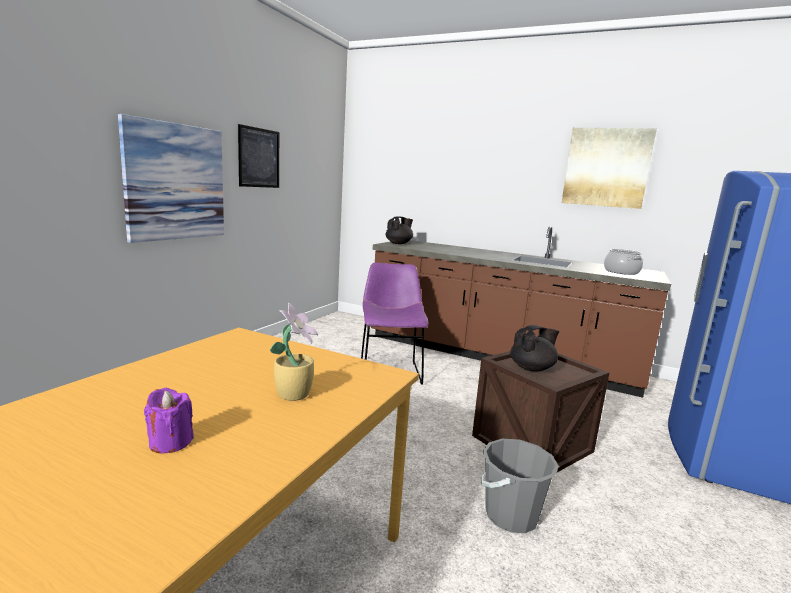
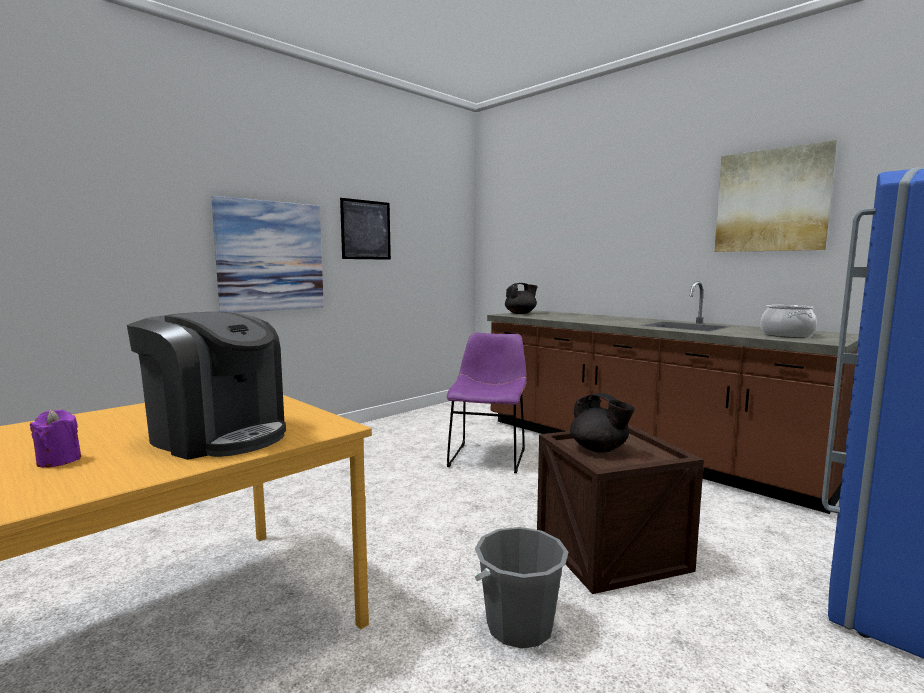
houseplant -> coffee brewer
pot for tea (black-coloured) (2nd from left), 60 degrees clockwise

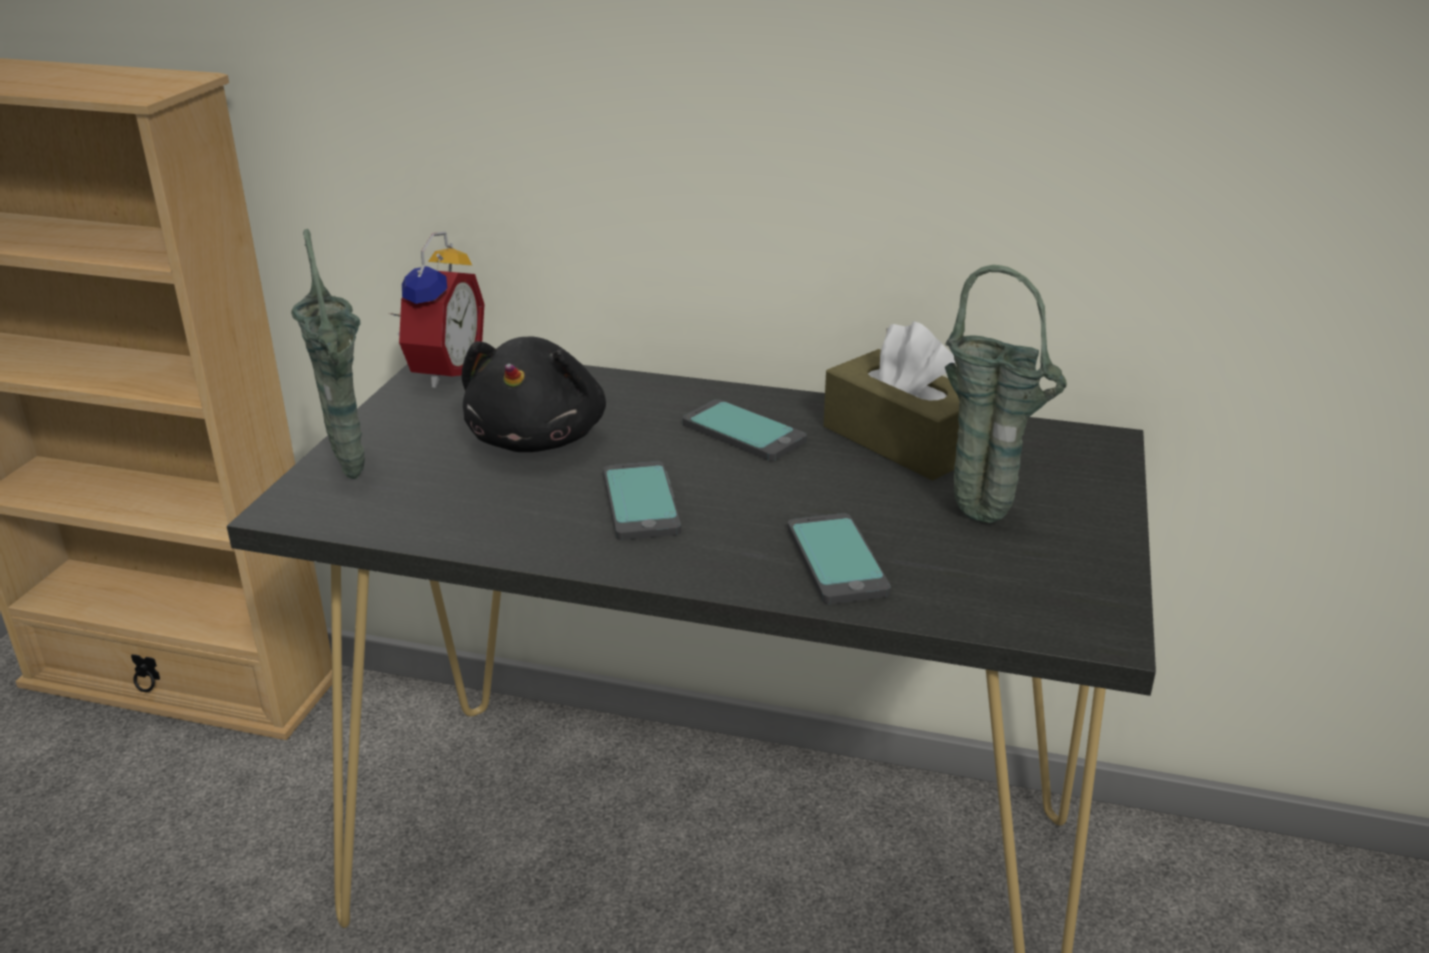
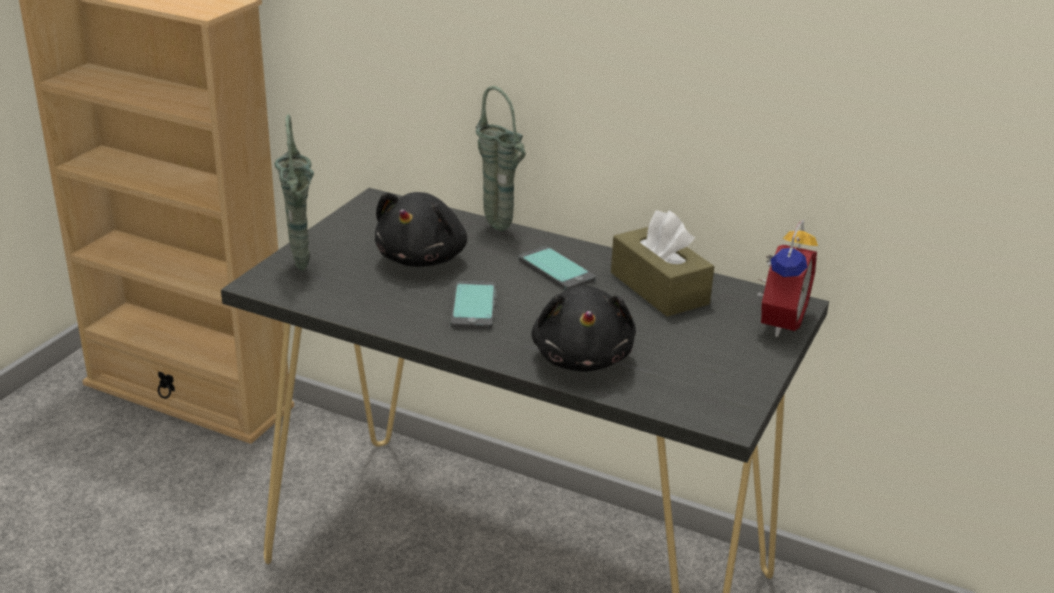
decorative vase (green) (2nd from left), moved
phone (3rd from left) -> soft toy (black-coloured) (2nd from left)
alarm clock, moved

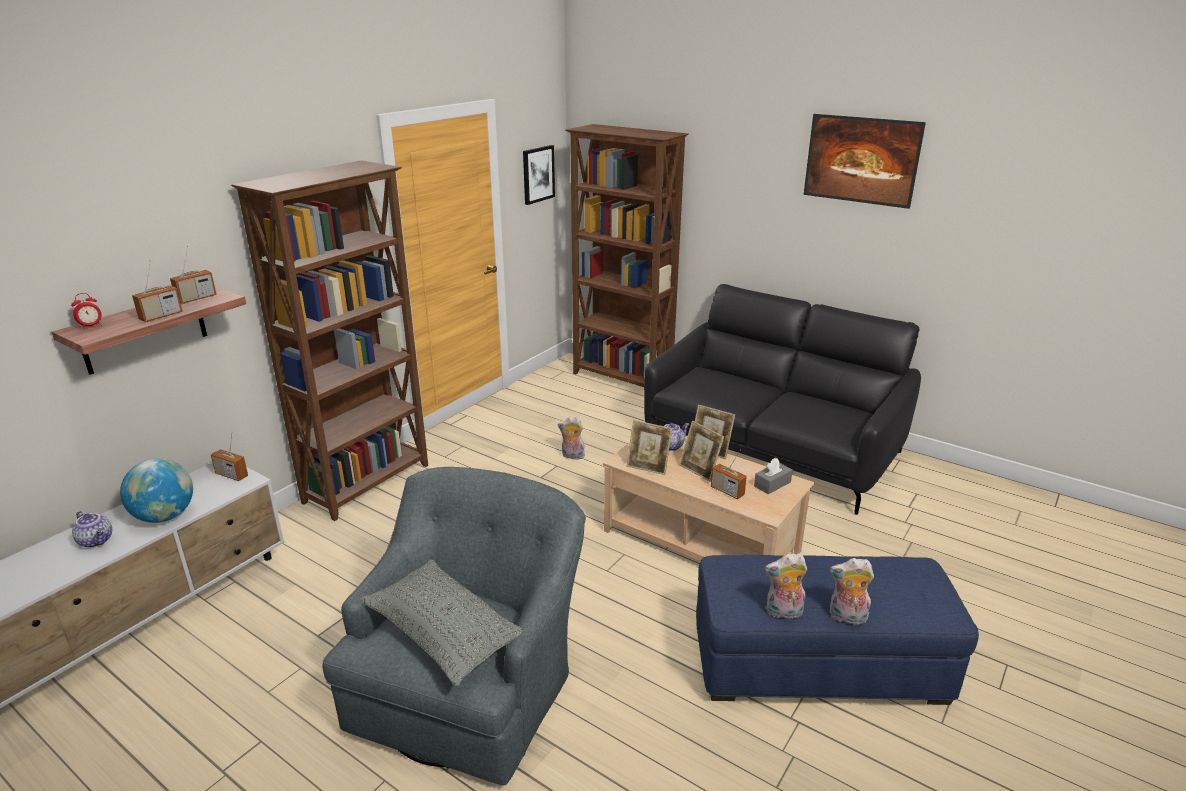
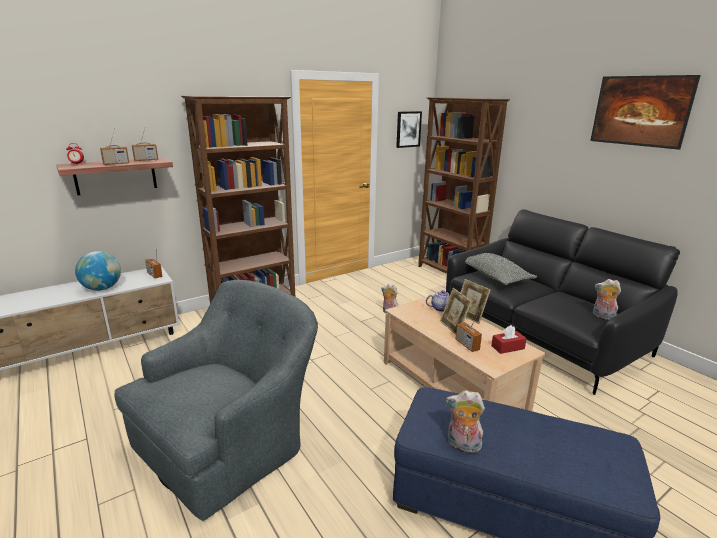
pillow (grey), moved
box of tissues (grey) -> box of tissues (red)
soft toy (3rd from left), moved
pot for tea (1st from left) -> none
picture frame (1st from left) -> none

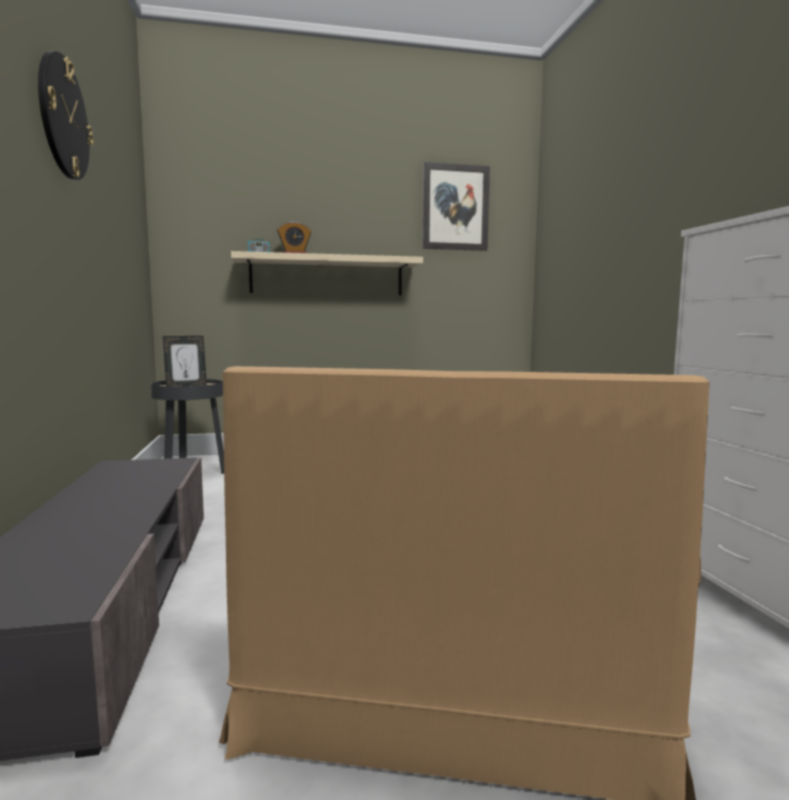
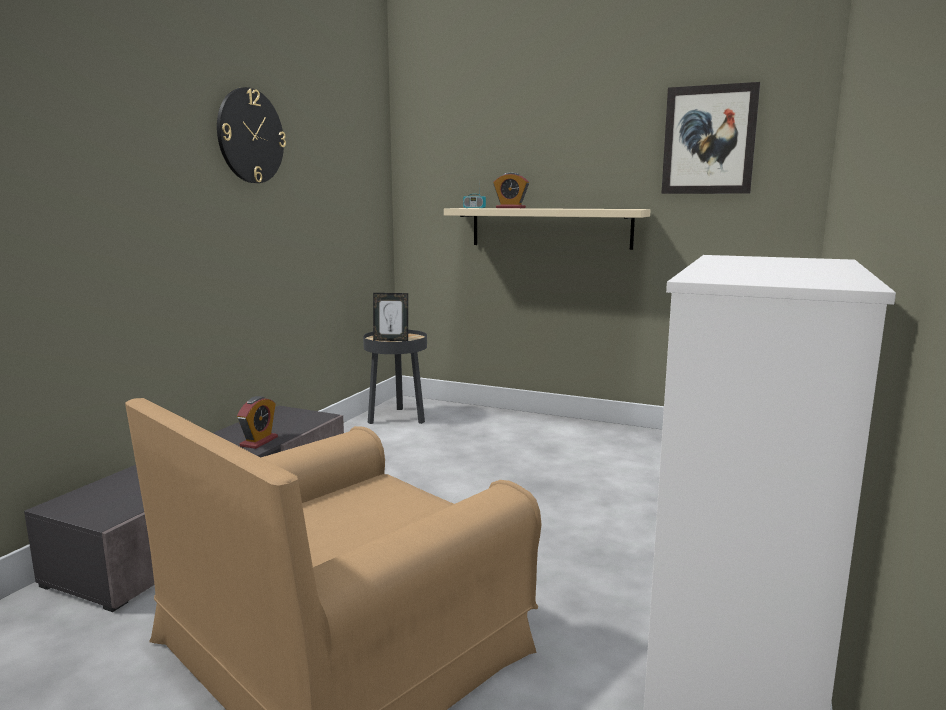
none -> alarm clock (1st from left)

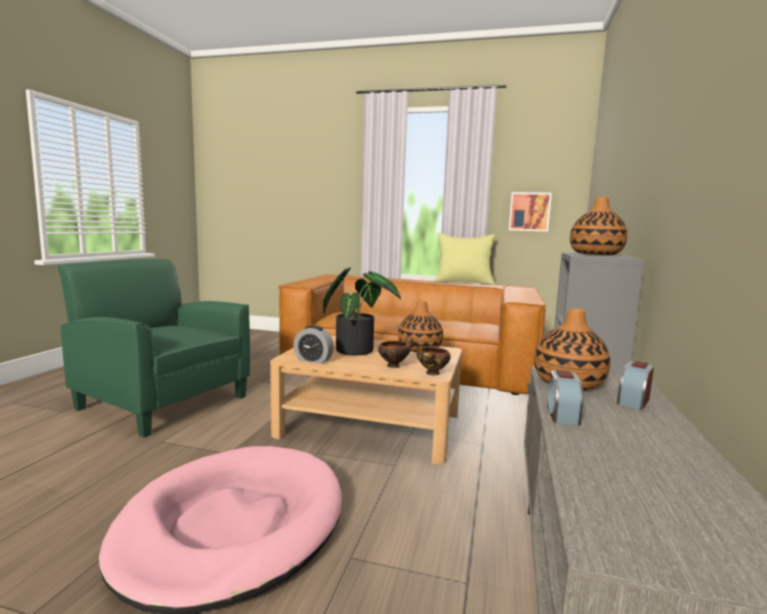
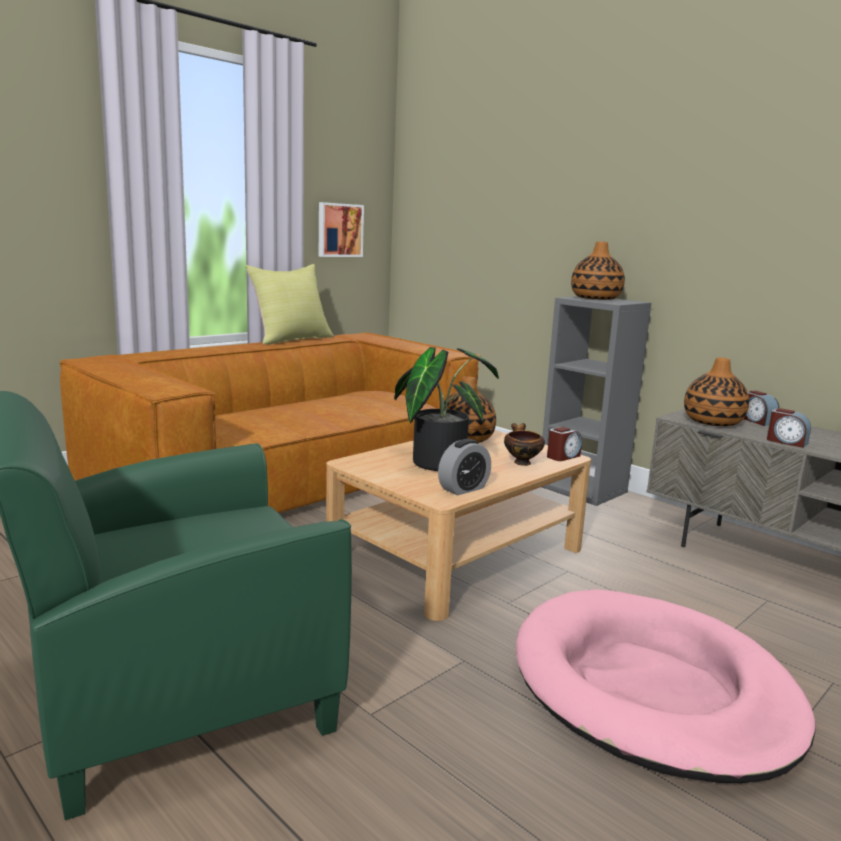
deep dish (2nd from left) -> alarm clock (2nd from left)

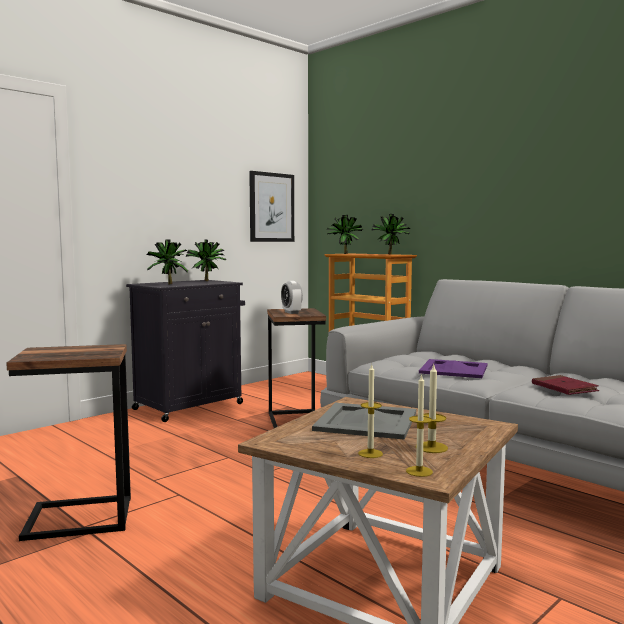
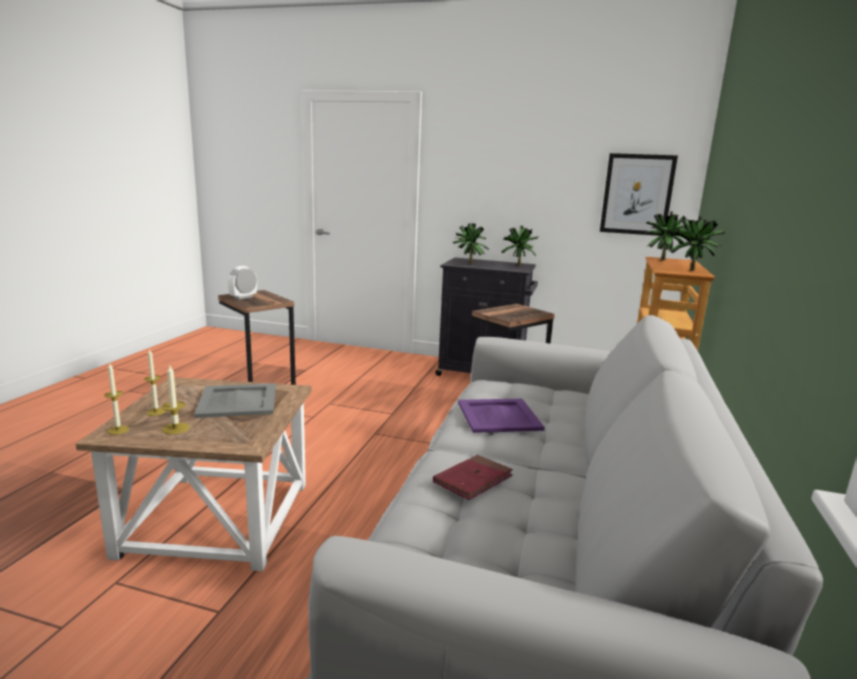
alarm clock, moved

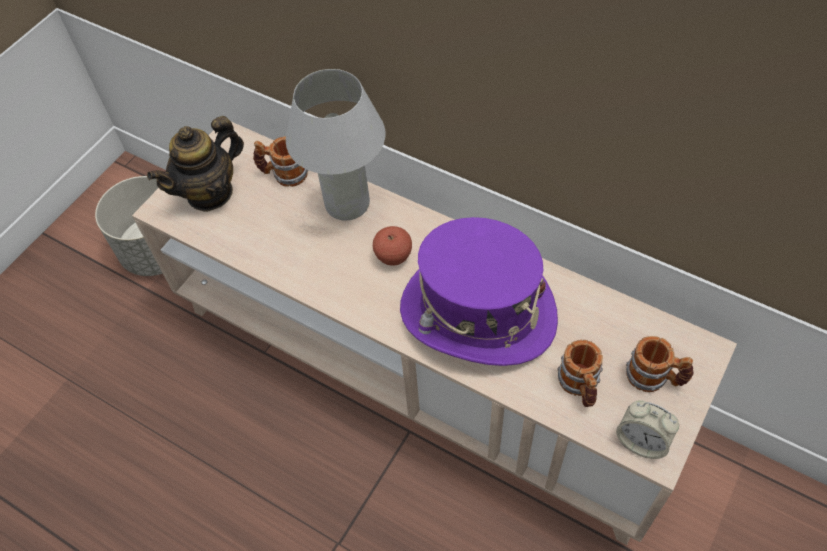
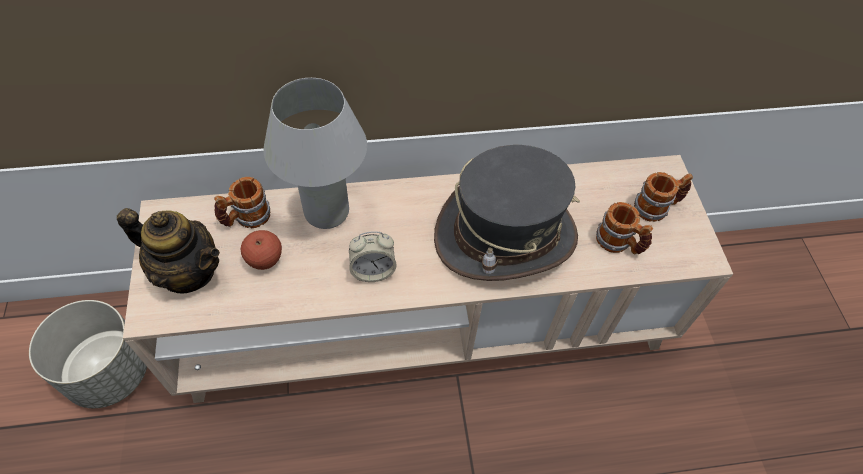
pot for tea, 75 degrees counterclockwise
apple fruit, moved
alarm clock, moved
wearable hat (purple) -> wearable hat (grey)

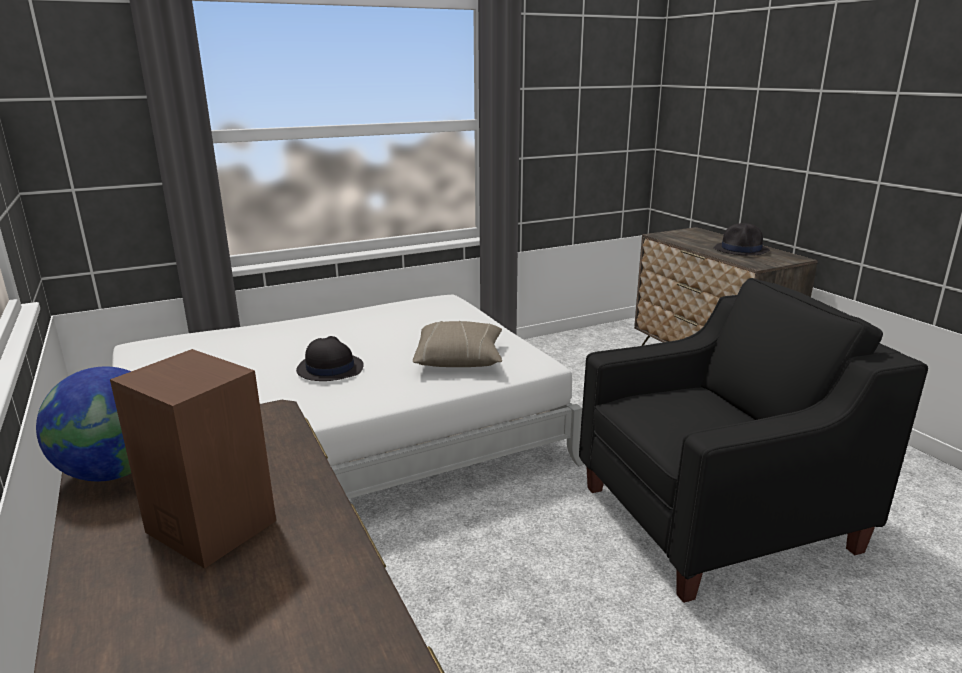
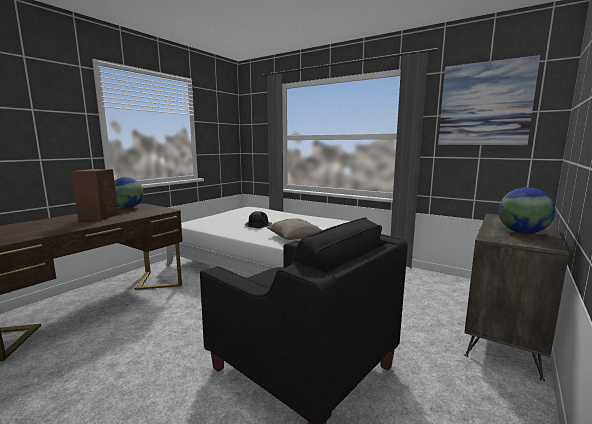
none -> wall art
wearable hat (black-coloured) (2nd from left) -> world globe (2nd from left)

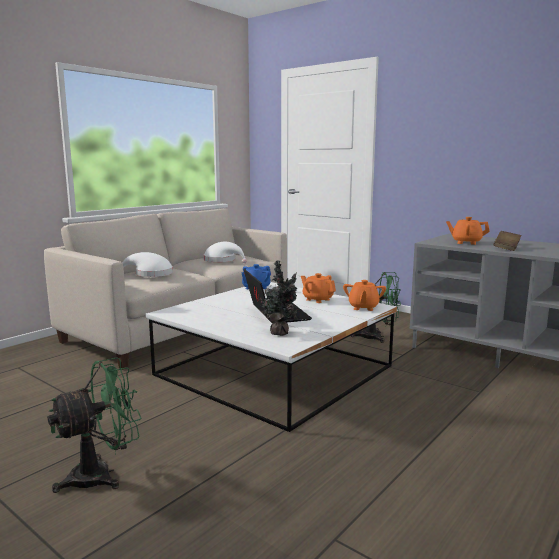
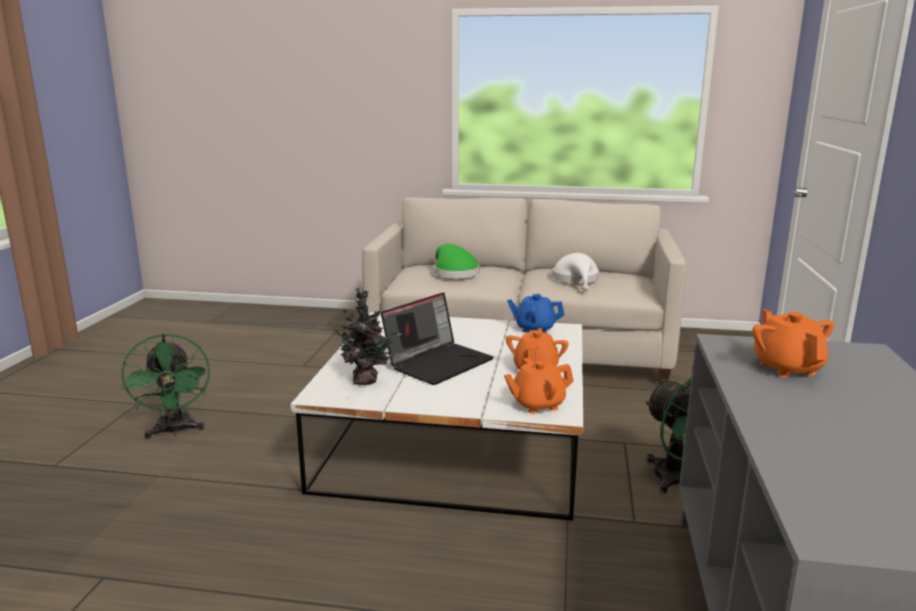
cooling fan (green) (1st from left), 45 degrees clockwise
wearable hat (white-coloured) (1st from left) -> wearable hat (green)
bound book (brownish) -> none

